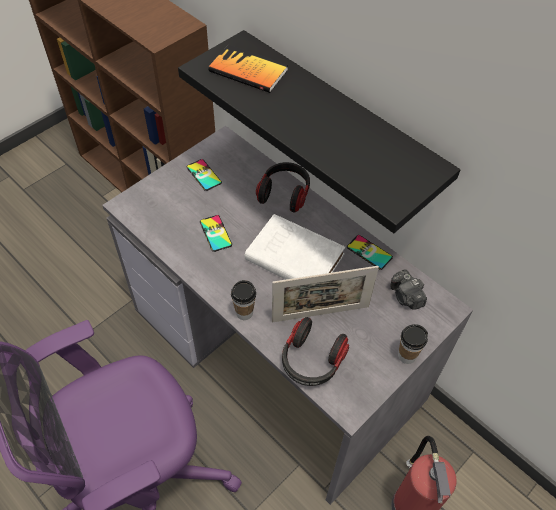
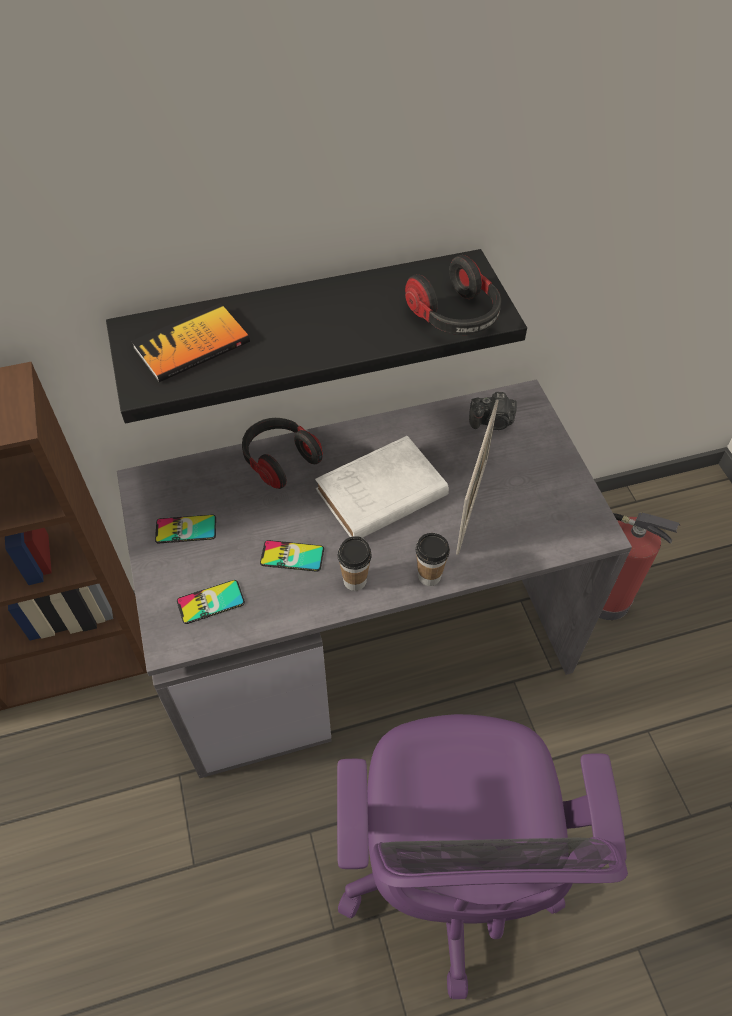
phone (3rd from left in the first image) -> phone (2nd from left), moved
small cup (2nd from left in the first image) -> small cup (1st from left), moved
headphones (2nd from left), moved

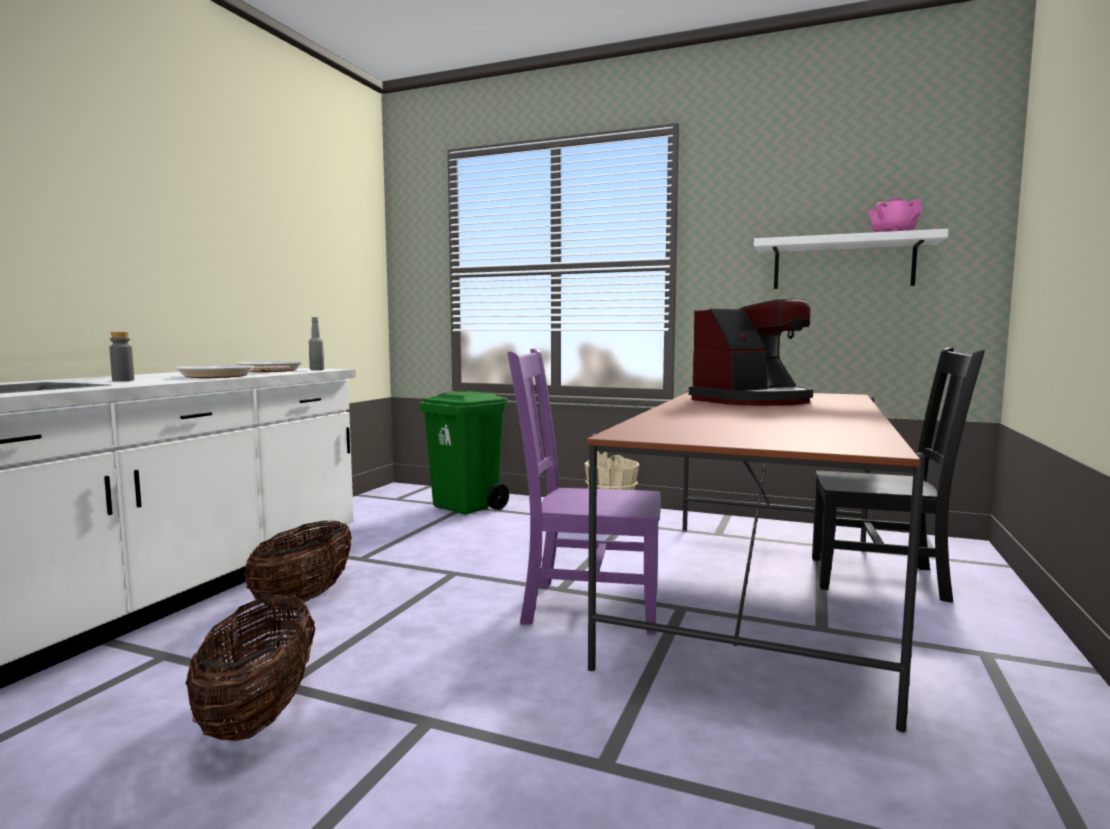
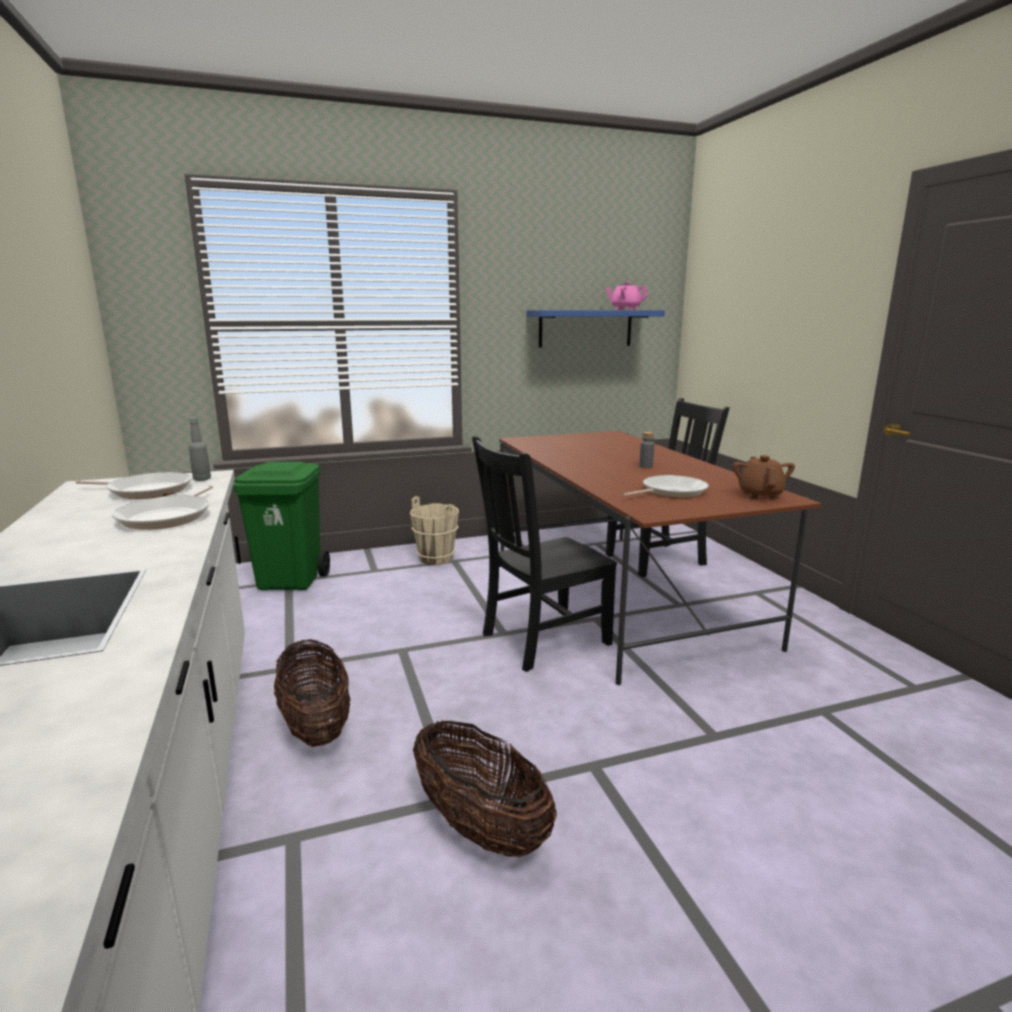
upright chair (purple) -> upright chair (black-coloured) (1st from left)
bracket shelf (white-coloured) -> bracket shelf (blue-coloured)
none -> skillet (3rd from left)
bottle (grey) (1st from left in the first image) -> bottle (grey) (2nd from left), moved
none -> pot for tea (brownish)
coffee brewer -> none

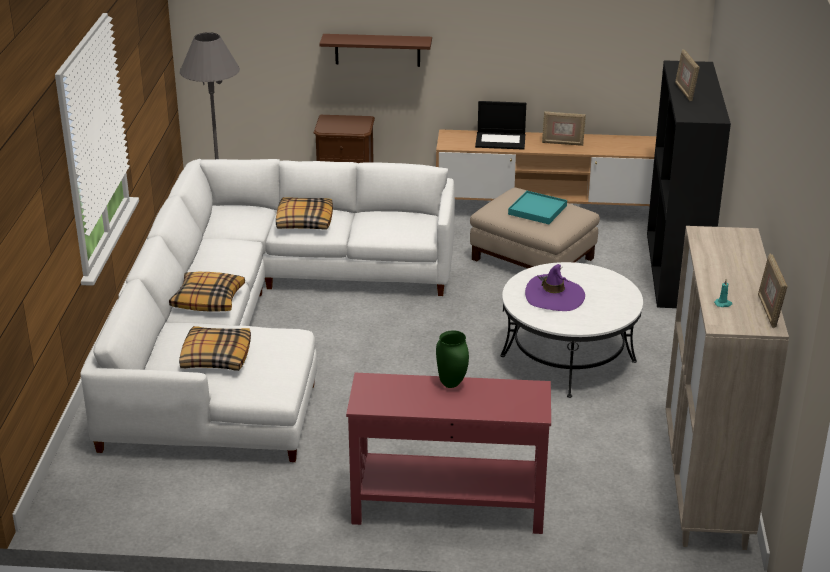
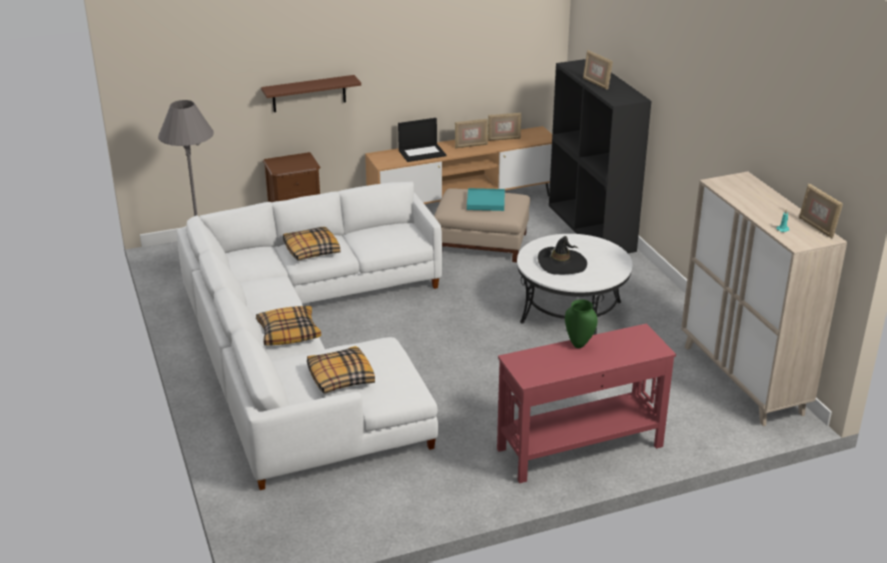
none -> picture frame (2nd from left)
wearable hat (purple) -> wearable hat (black-coloured)

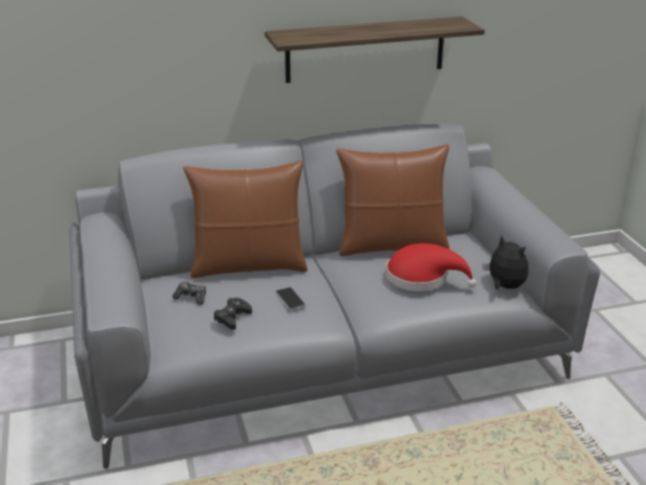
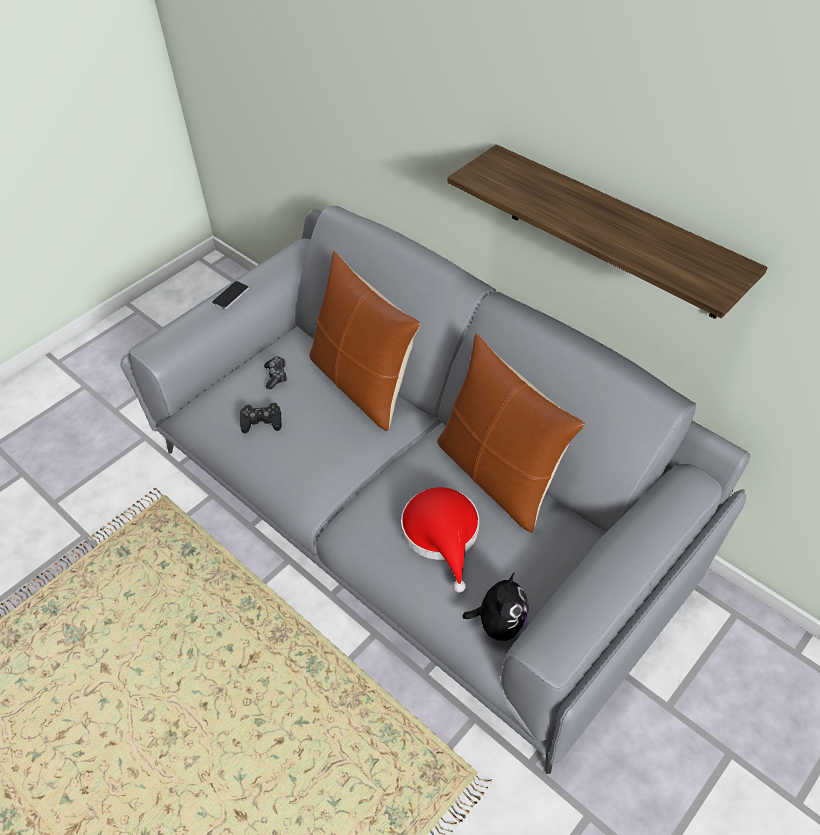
phone, moved

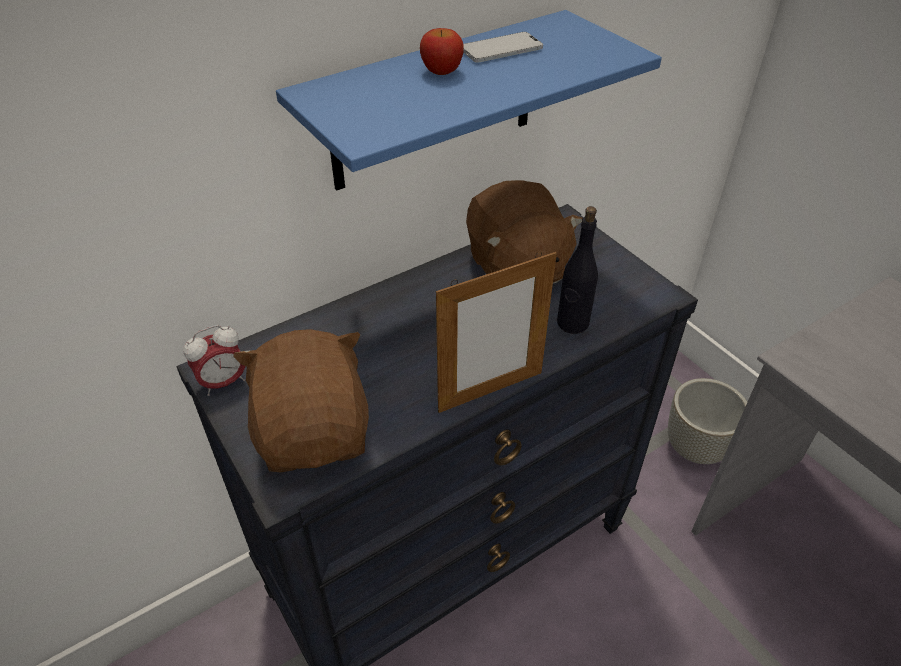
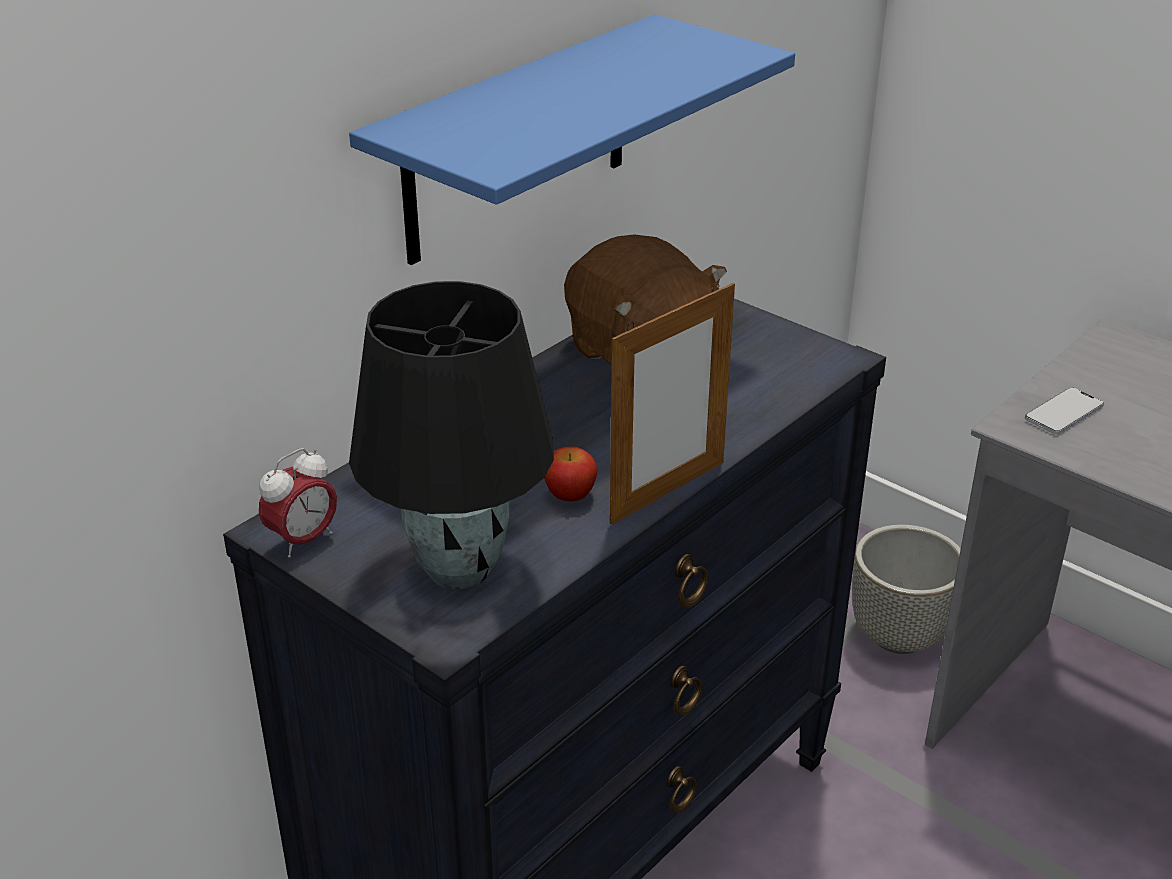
soft toy (brownish) (1st from left) -> tabletop lamp (black-coloured)
apple fruit, moved
phone, moved
bottle (black-coloured) -> none

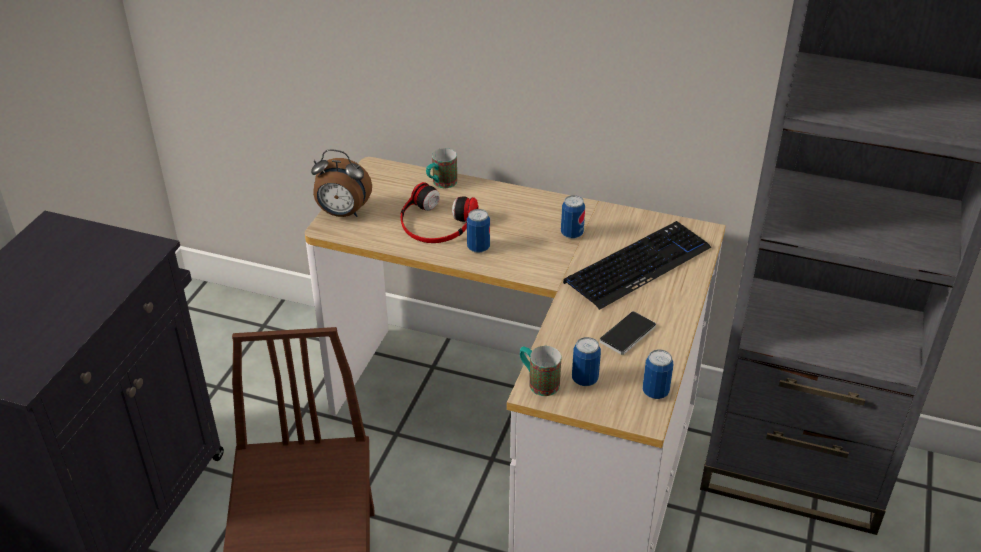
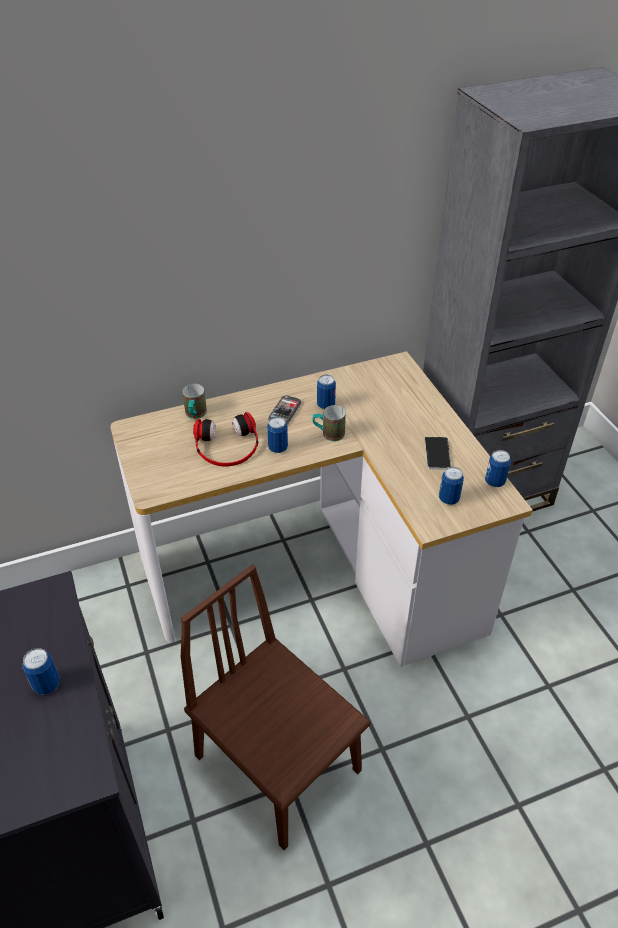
none -> can (1st from left)
none -> phone (1st from left)
mug (2nd from left), moved
alarm clock -> none
PC keyboard -> none

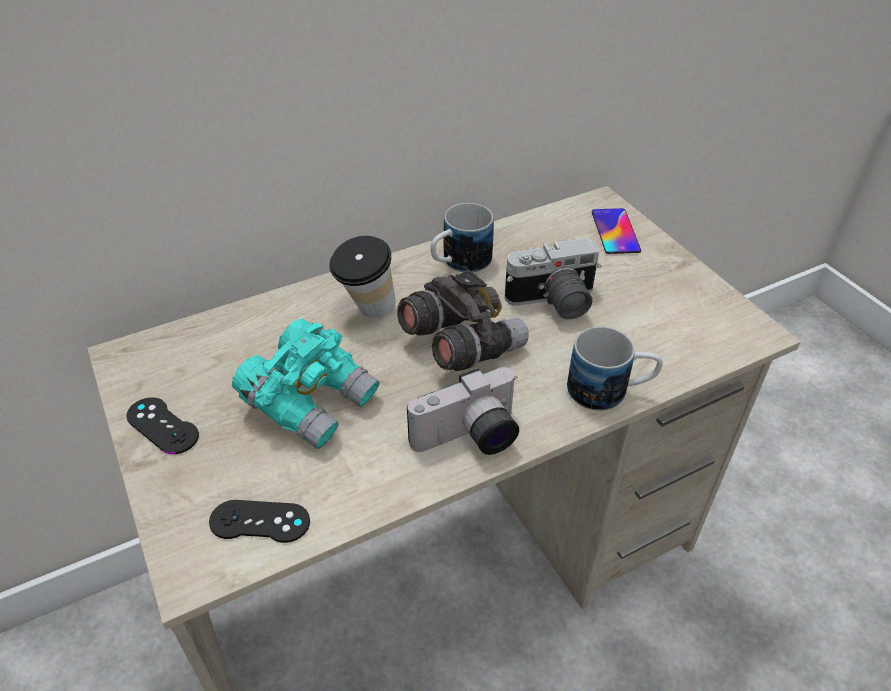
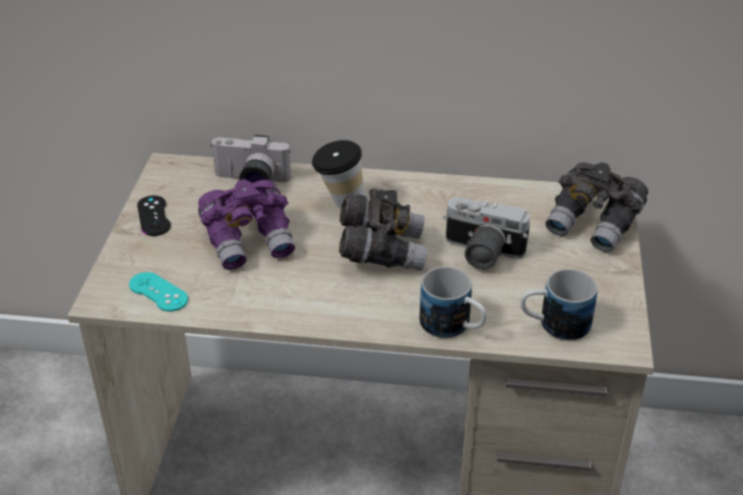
gamepad (black-coloured) (2nd from left) -> gamepad (turquoise-coloured)
pair of binoculars (turquoise-coloured) -> pair of binoculars (purple)
still camera (1st from left), moved
mug (1st from left in the first image) -> mug (2nd from left), moved
phone -> pair of binoculars (grey) (2nd from left)

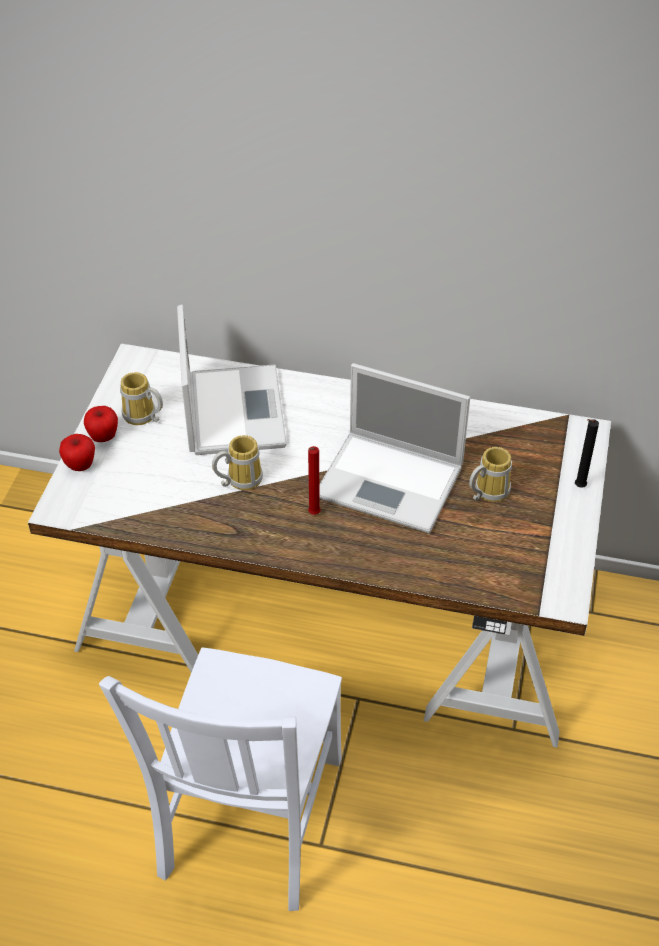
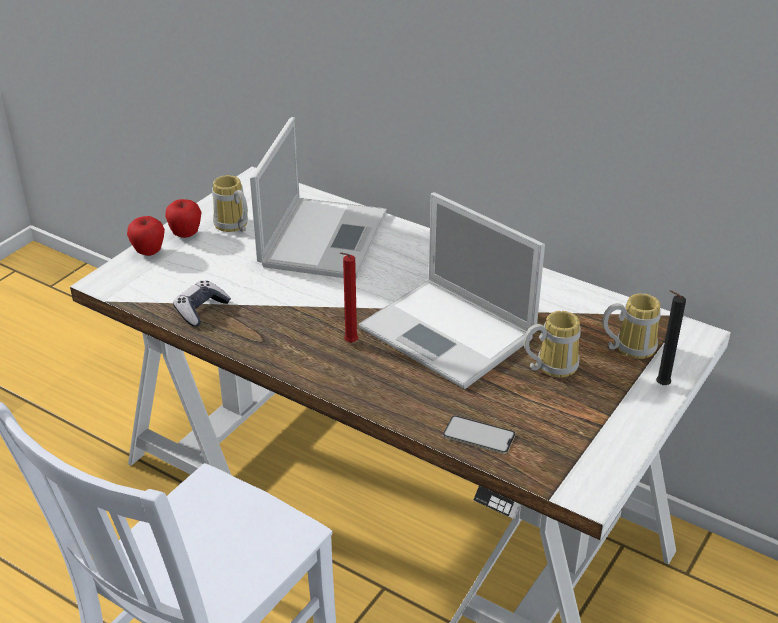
none -> gamepad
none -> phone
mug (2nd from left in the first image) -> mug (3rd from left), moved

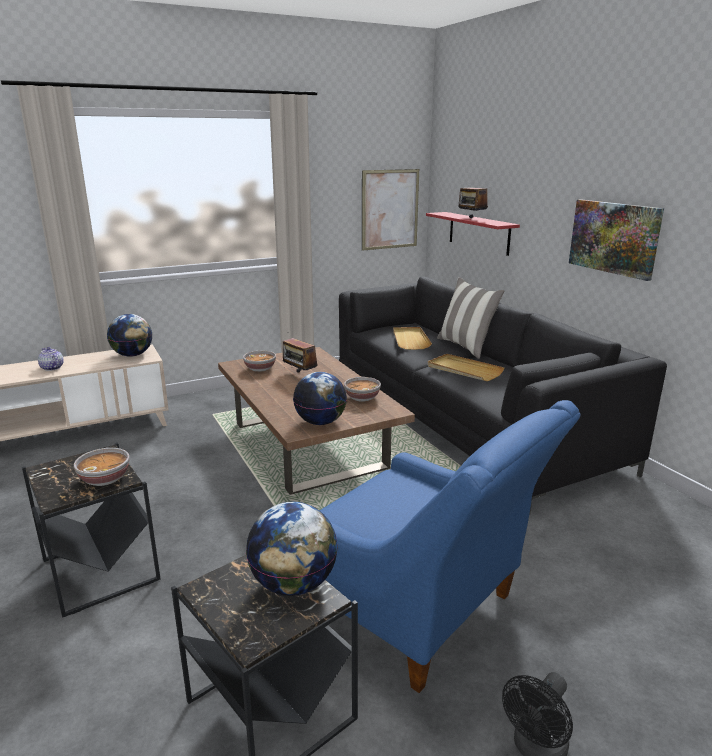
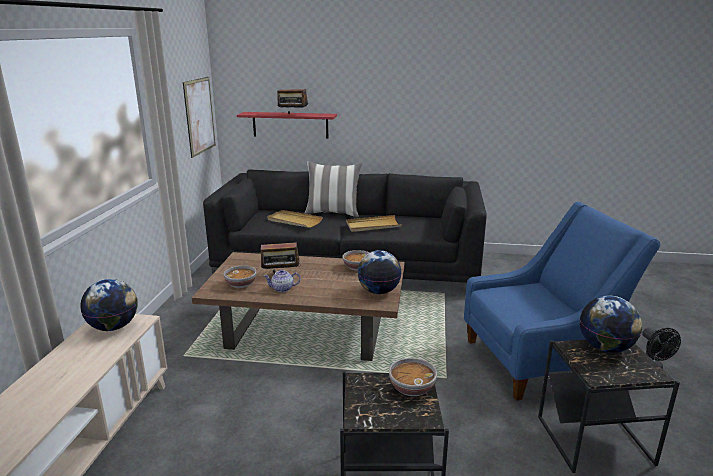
pot for tea, moved
wall art (2nd from left) -> none

